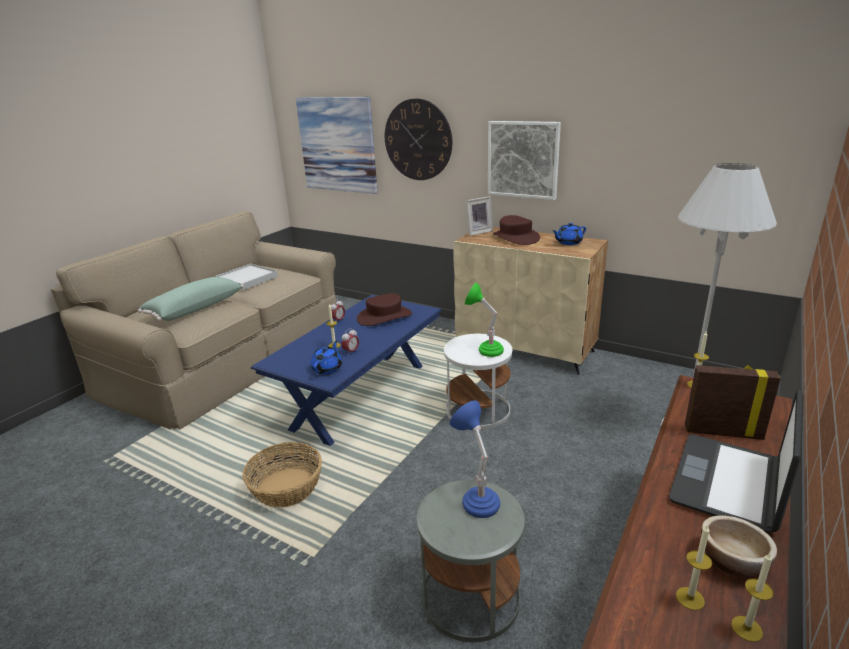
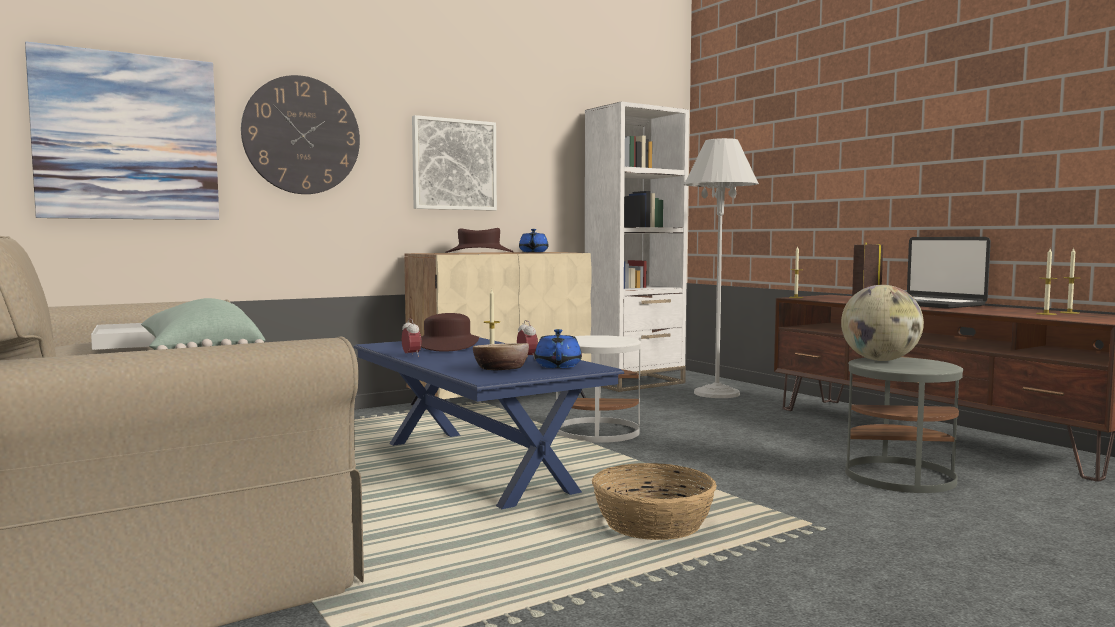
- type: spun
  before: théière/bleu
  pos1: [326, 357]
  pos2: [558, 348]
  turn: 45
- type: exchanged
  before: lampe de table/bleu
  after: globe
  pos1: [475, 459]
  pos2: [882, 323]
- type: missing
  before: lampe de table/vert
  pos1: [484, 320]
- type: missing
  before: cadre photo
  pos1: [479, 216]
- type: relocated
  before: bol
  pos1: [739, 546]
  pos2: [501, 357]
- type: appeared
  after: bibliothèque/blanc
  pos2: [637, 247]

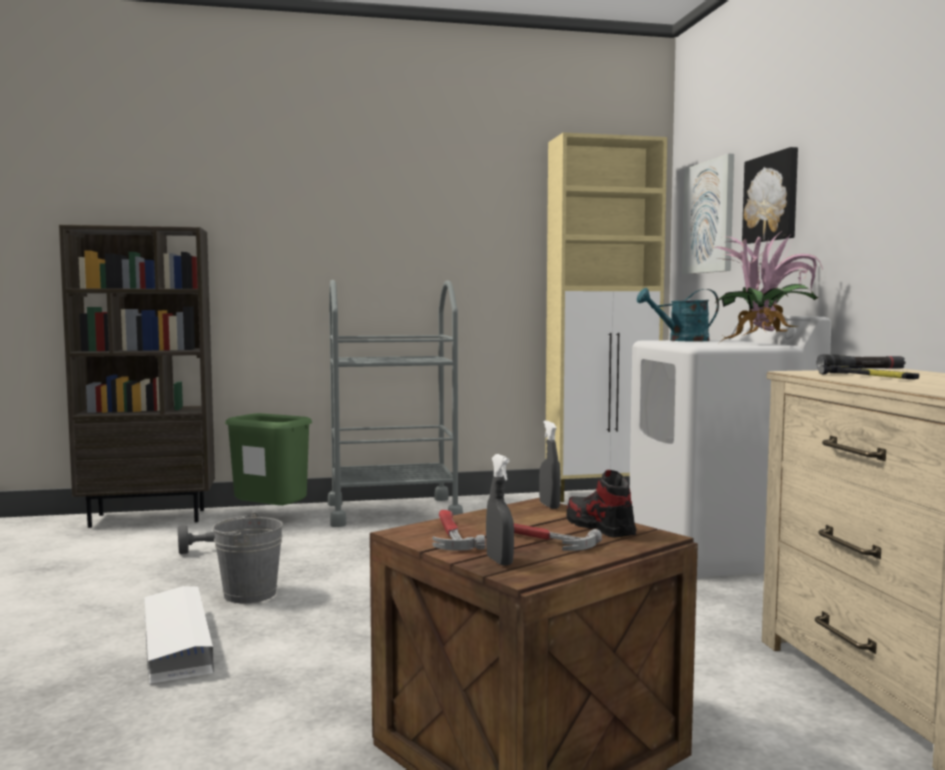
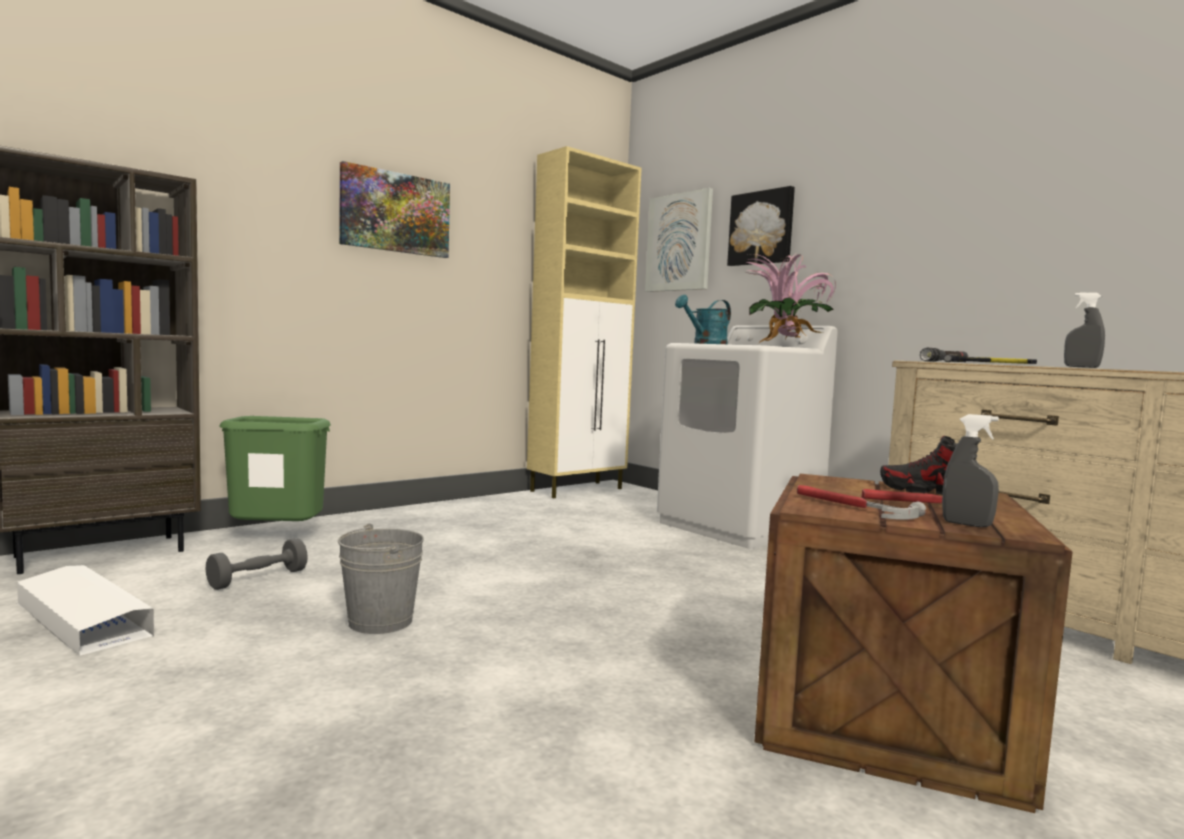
- type: relocated
  before: boîte de rangement/blanc
  pos1: [179, 635]
  pos2: [85, 610]
- type: missing
  before: chariot/gris
  pos1: [395, 403]
- type: relocated
  before: vaporisateur/gris
  pos1: [550, 465]
  pos2: [1084, 330]
- type: appeared
  after: tableau
  pos2: [394, 209]

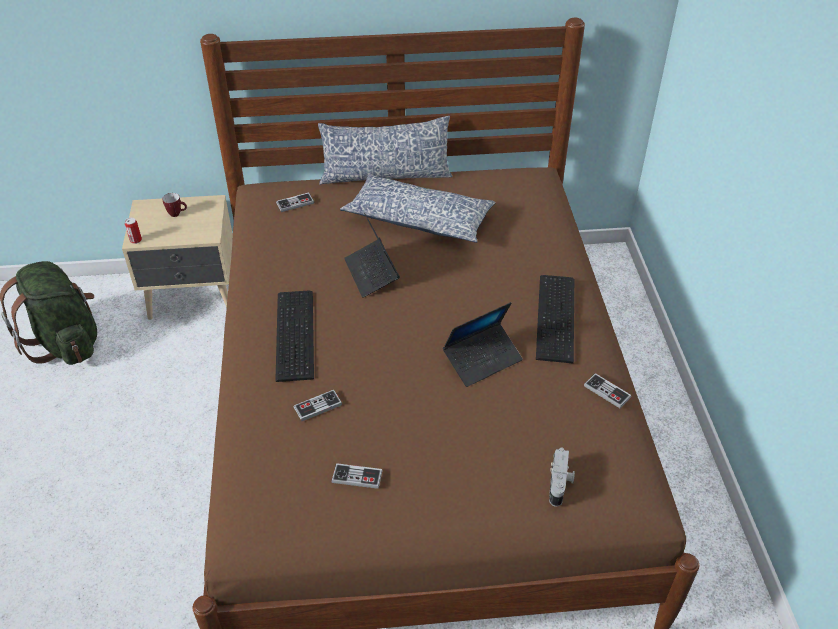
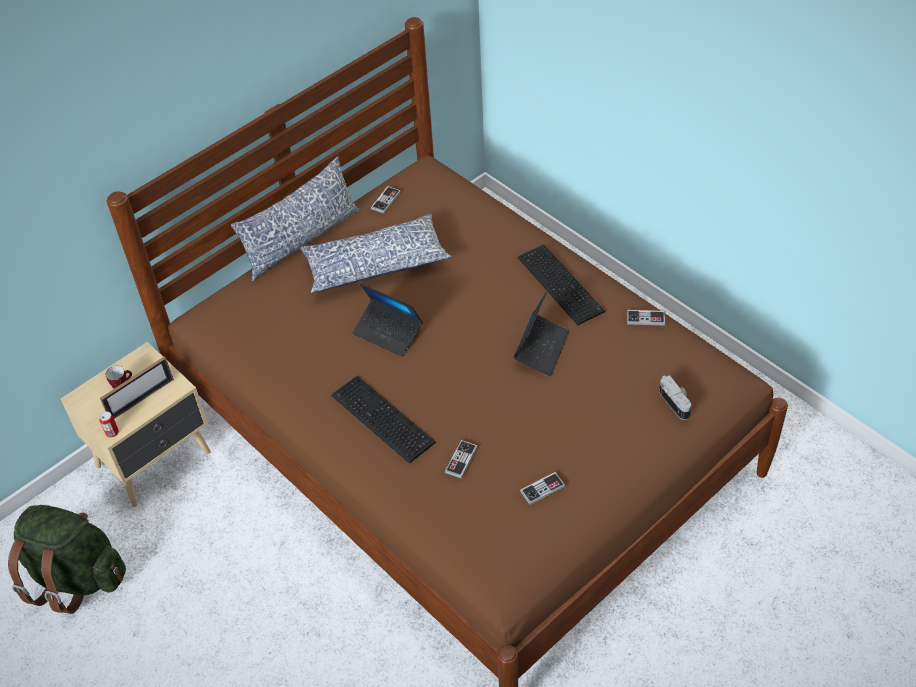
- type: relocated
  before: manette
  pos1: [295, 202]
  pos2: [386, 199]
- type: appeared
  after: cadre photo
  pos2: [137, 387]

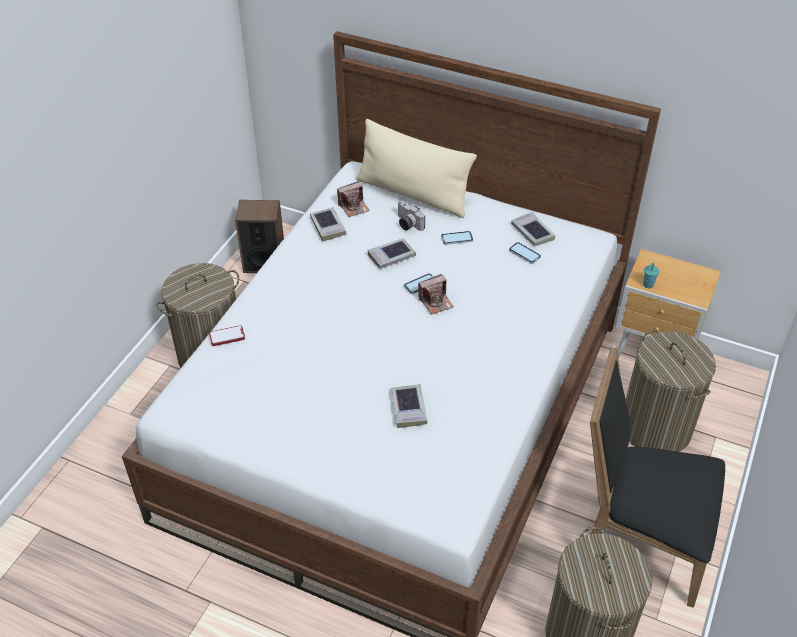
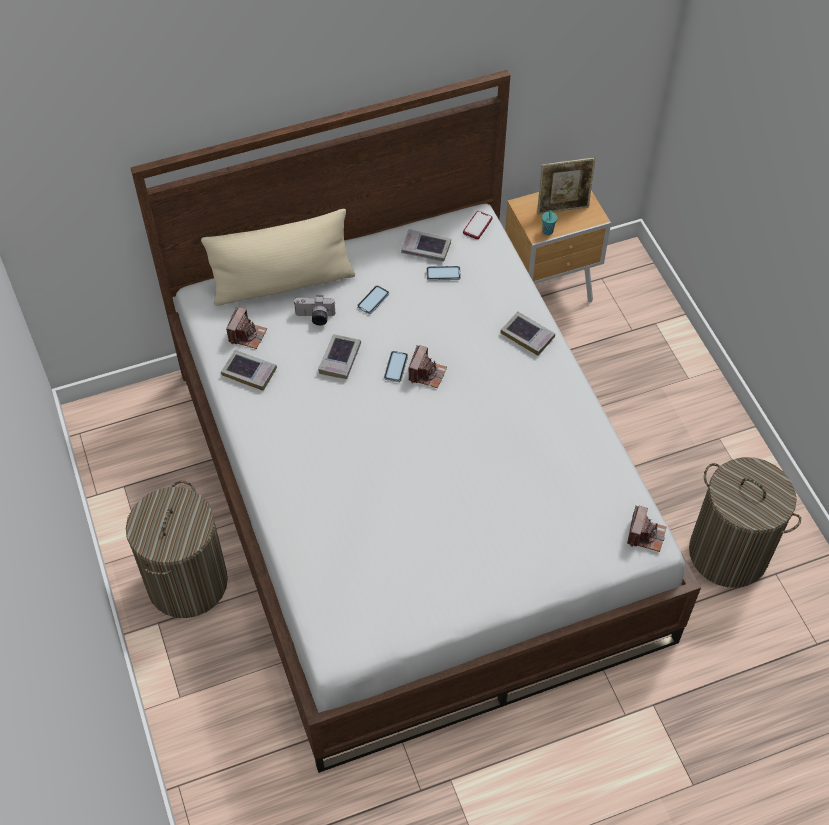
- type: relocated
  before: téléphone
  pos1: [227, 335]
  pos2: [477, 225]
- type: missing
  before: enceinte
  pos1: [259, 236]
- type: relocated
  before: livre
  pos1: [409, 406]
  pos2: [528, 334]
- type: missing
  before: chaise/noir
  pos1: [657, 477]
- type: missing
  before: panier à linge
  pos1: [671, 391]
- type: appeared
  after: cadre photo
  pos2: [566, 186]
- type: appeared
  after: appareil photo
  pos2: [646, 529]

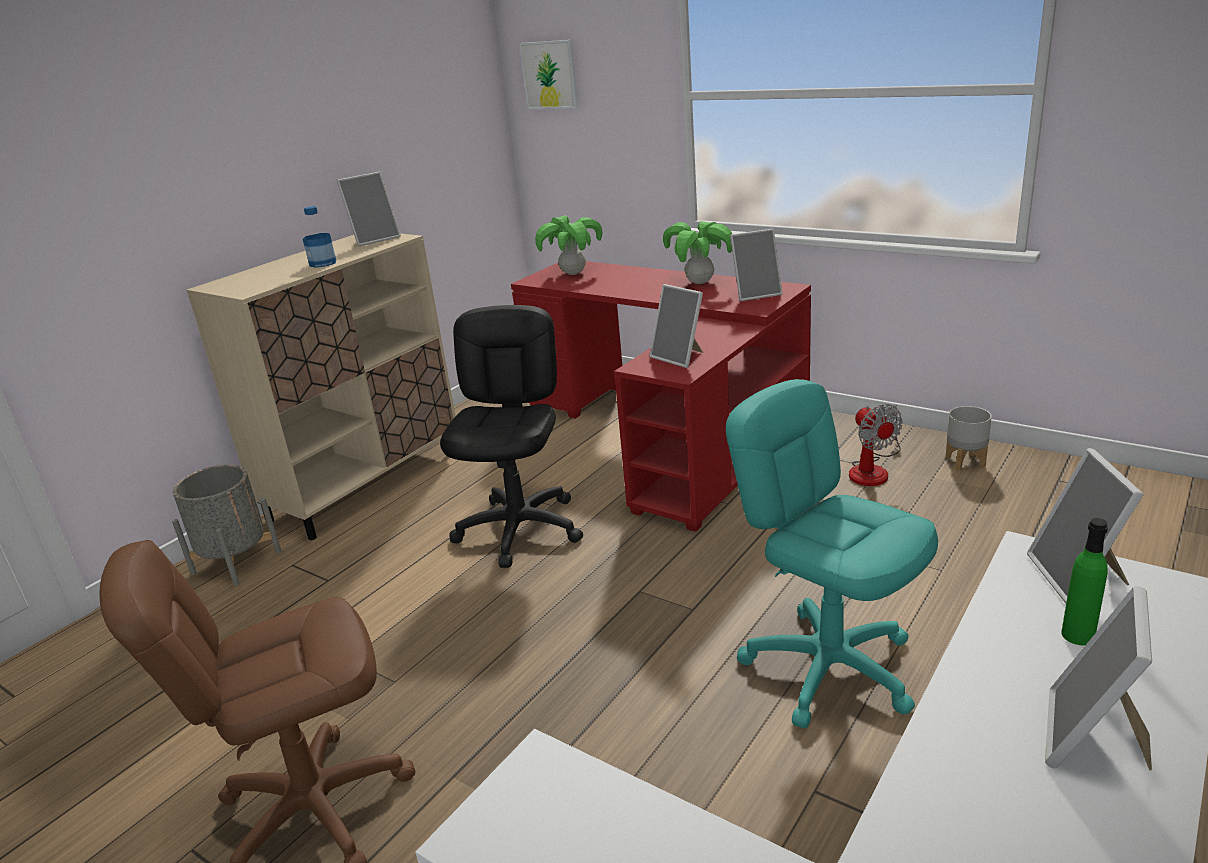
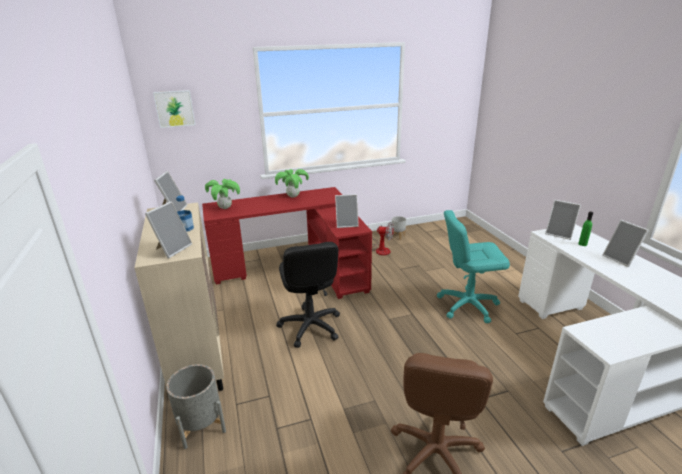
- type: spun
  before: chaise de bureau/noir
  pos1: [511, 436]
  pos2: [308, 295]
  turn: -150
- type: relocated
  before: cadre photo
  pos1: [756, 264]
  pos2: [168, 229]

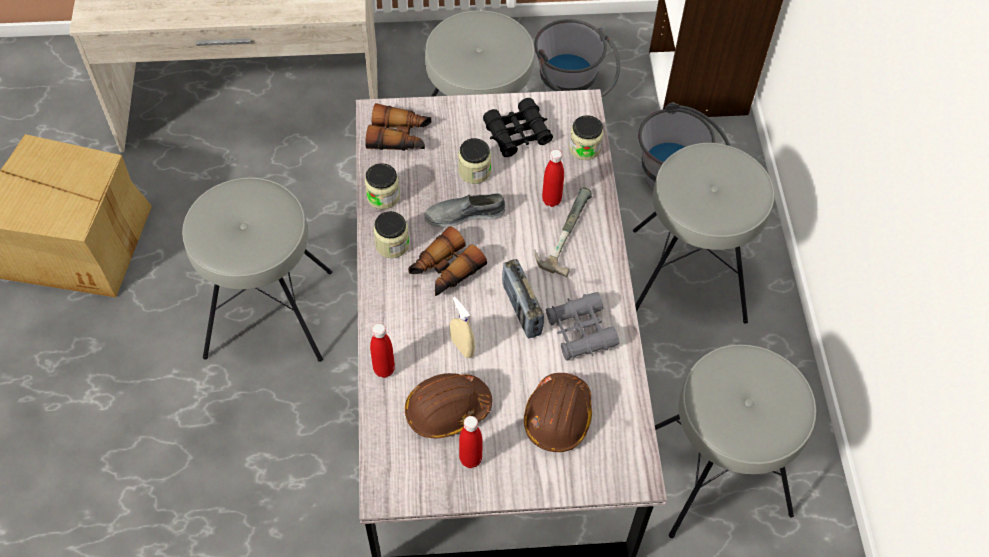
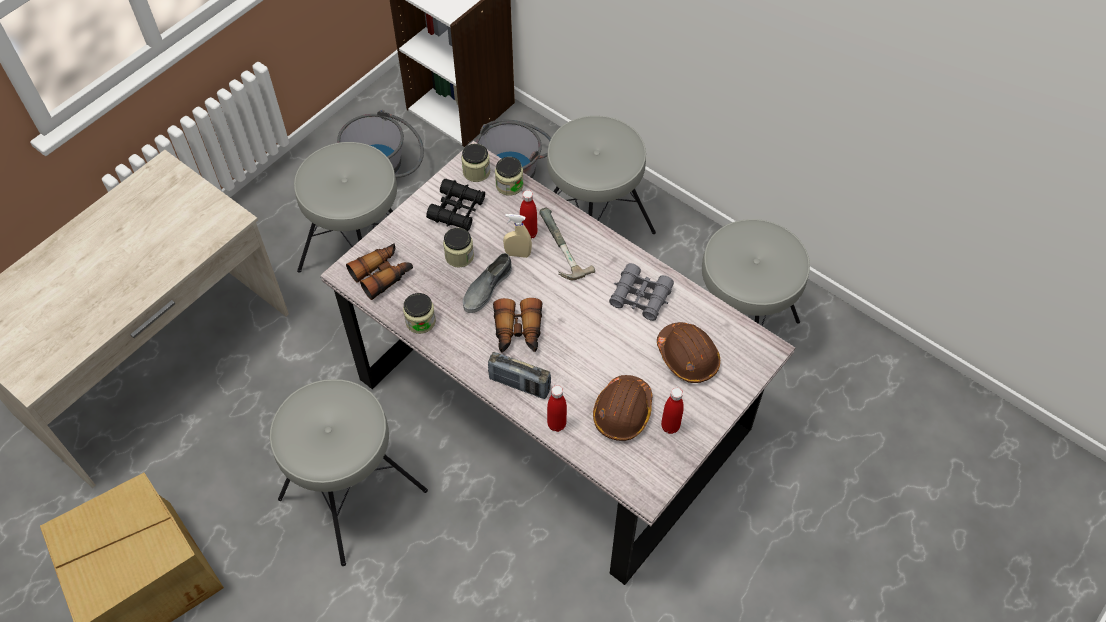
- type: relocated
  before: bocal
  pos1: [391, 234]
  pos2: [475, 163]
- type: relocated
  before: vaporisateur/beige
  pos1: [462, 327]
  pos2: [517, 236]
- type: relocated
  before: radio
  pos1: [523, 298]
  pos2: [519, 375]

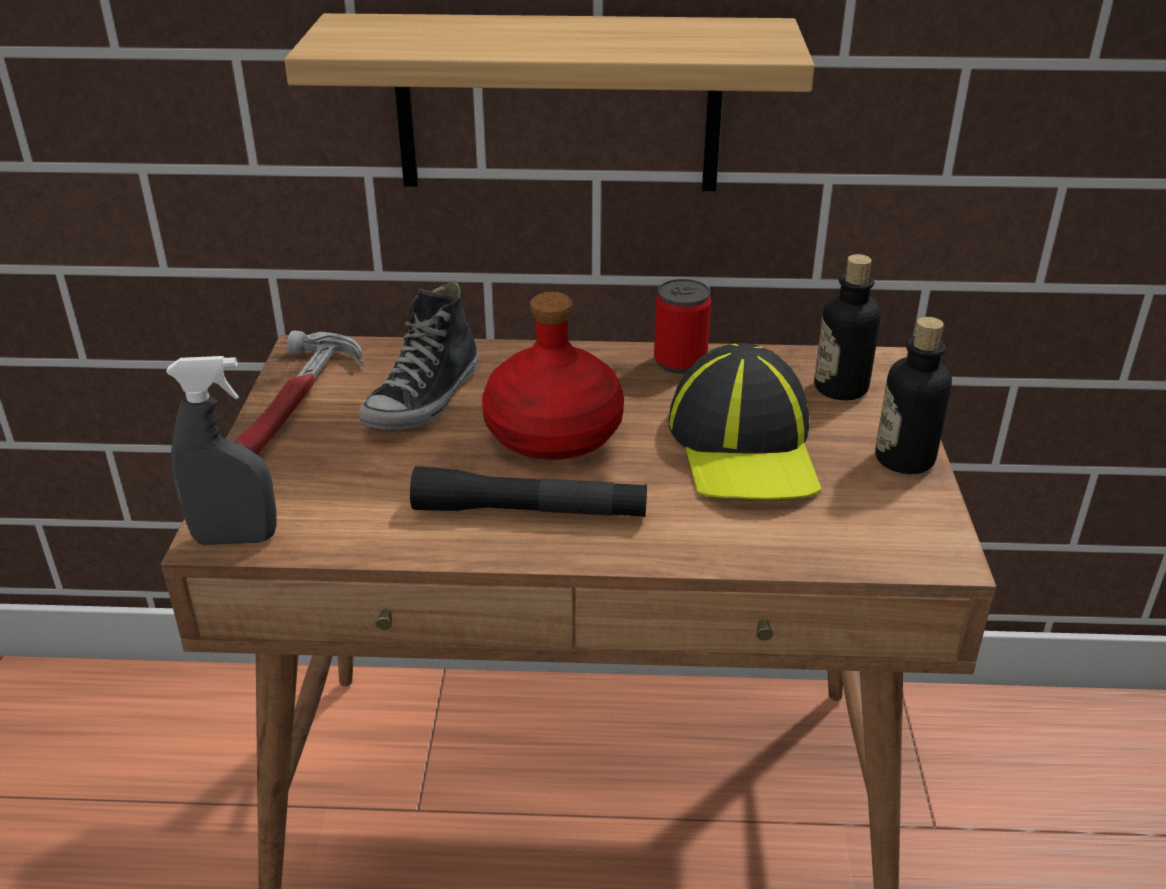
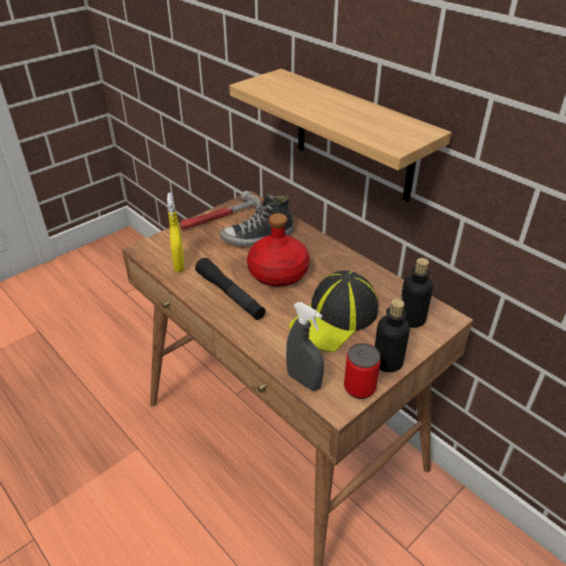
- type: relocated
  before: vaporisateur/gris
  pos1: [221, 450]
  pos2: [305, 346]
- type: relocated
  before: boîte métallique
  pos1: [682, 326]
  pos2: [362, 371]
- type: appeared
  after: vaporisateur/jaune
  pos2: [175, 232]

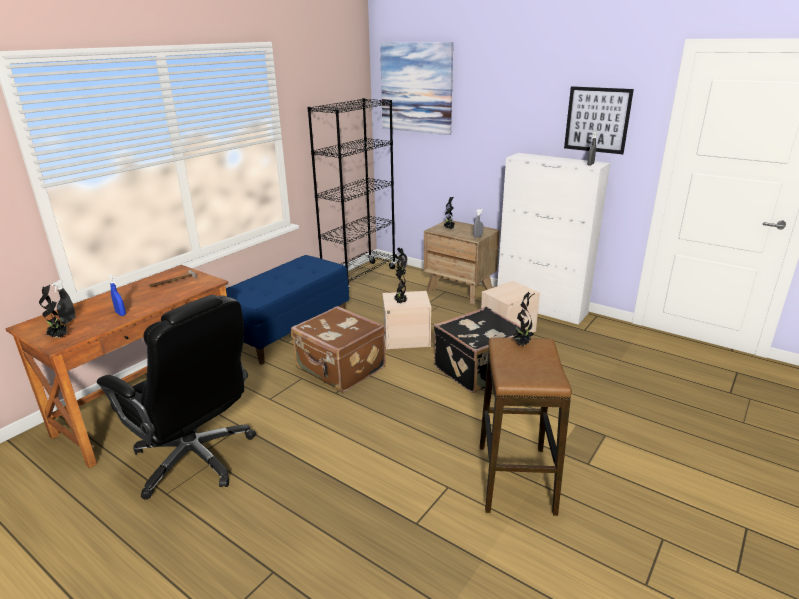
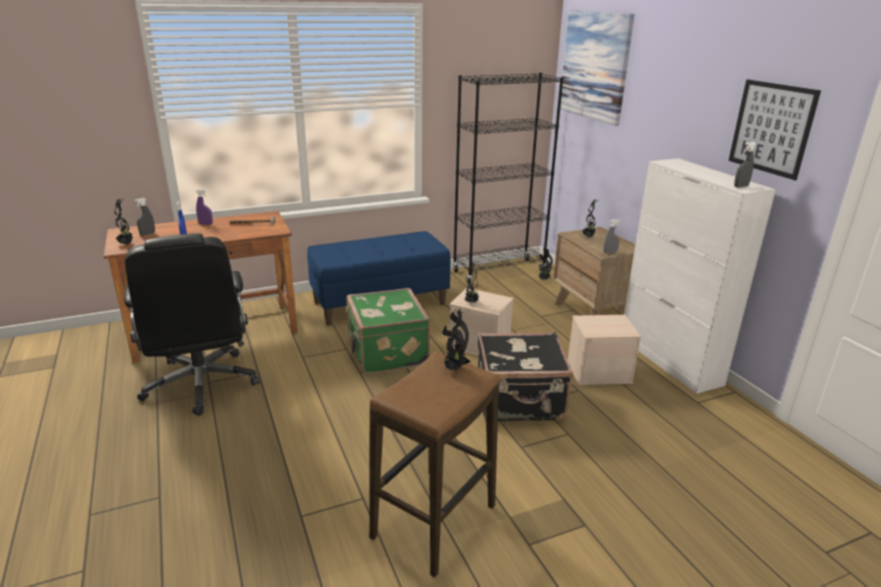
- type: colour
  before: valise/marron
  after: valise/vert
  pos1: [338, 349]
  pos2: [388, 331]
- type: appeared
  after: vaporisateur/violet
  pos2: [204, 207]

